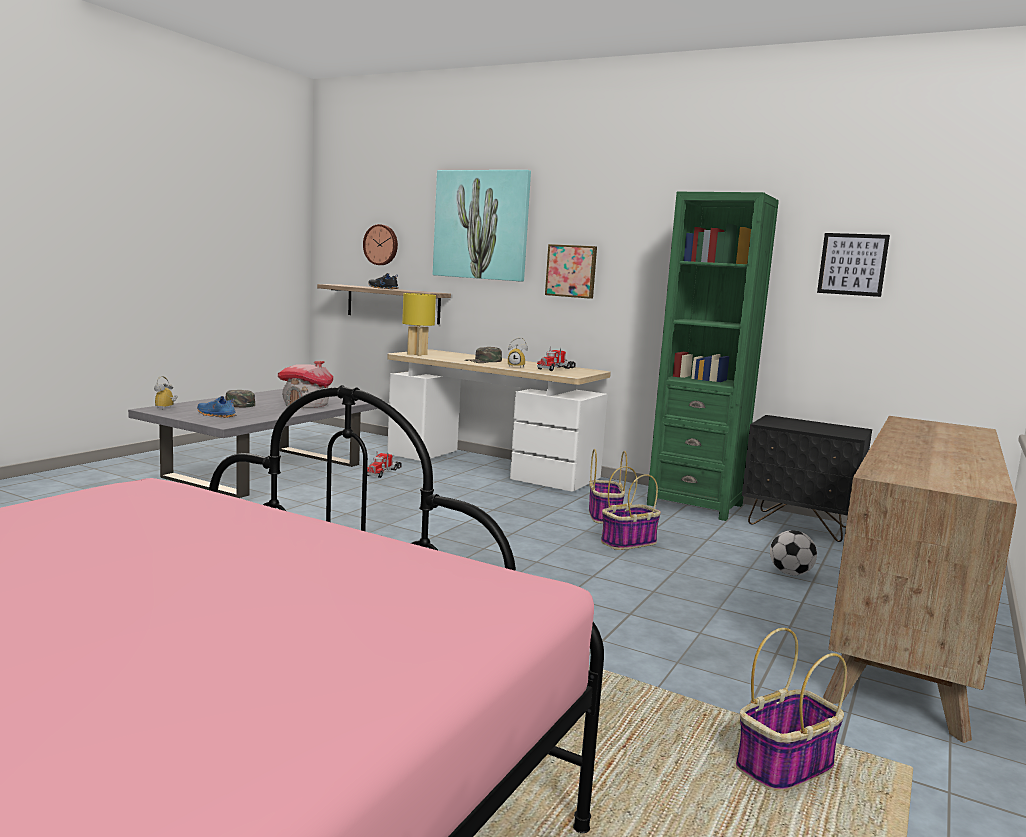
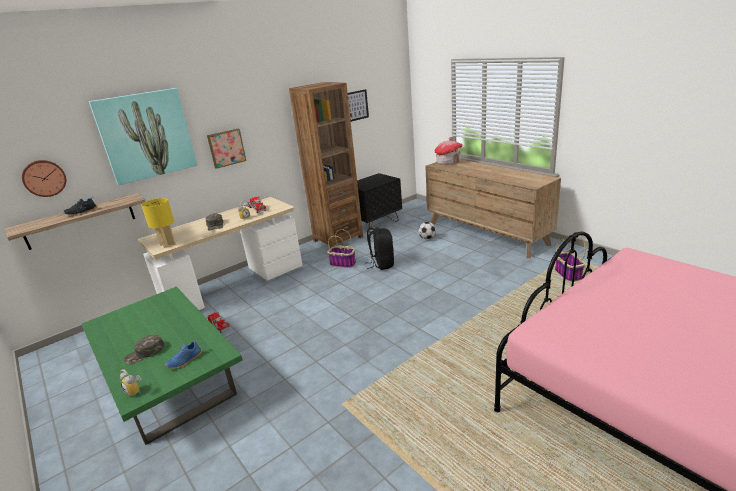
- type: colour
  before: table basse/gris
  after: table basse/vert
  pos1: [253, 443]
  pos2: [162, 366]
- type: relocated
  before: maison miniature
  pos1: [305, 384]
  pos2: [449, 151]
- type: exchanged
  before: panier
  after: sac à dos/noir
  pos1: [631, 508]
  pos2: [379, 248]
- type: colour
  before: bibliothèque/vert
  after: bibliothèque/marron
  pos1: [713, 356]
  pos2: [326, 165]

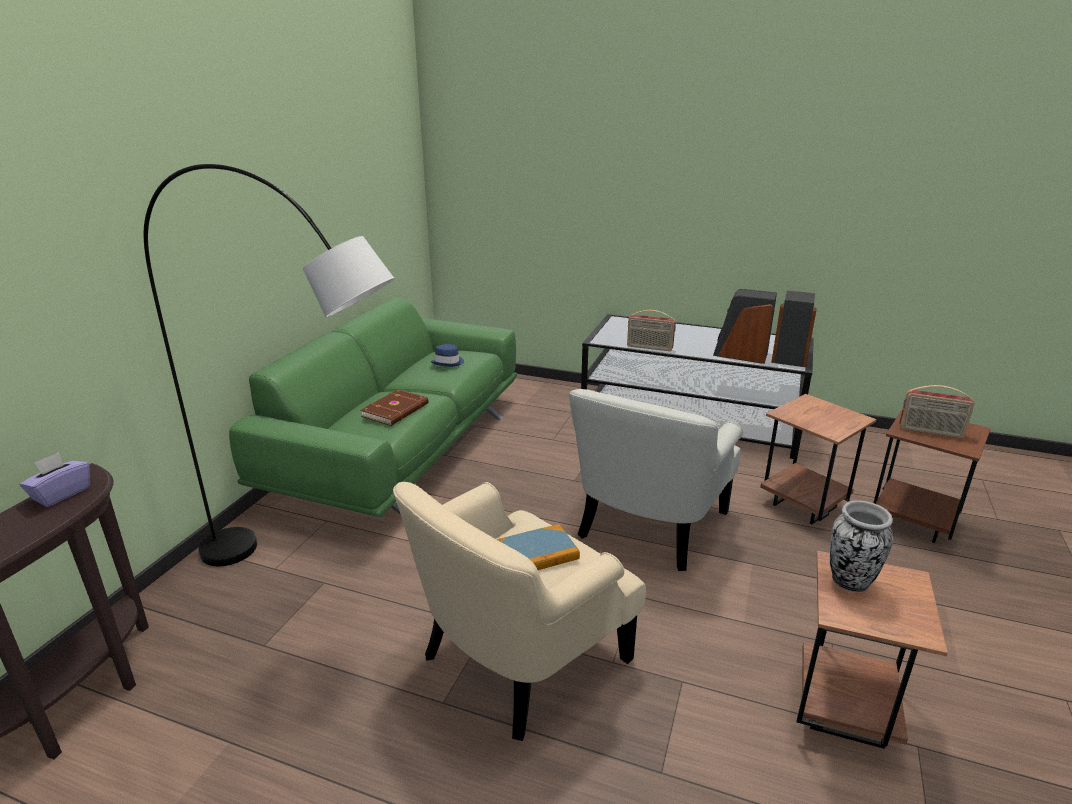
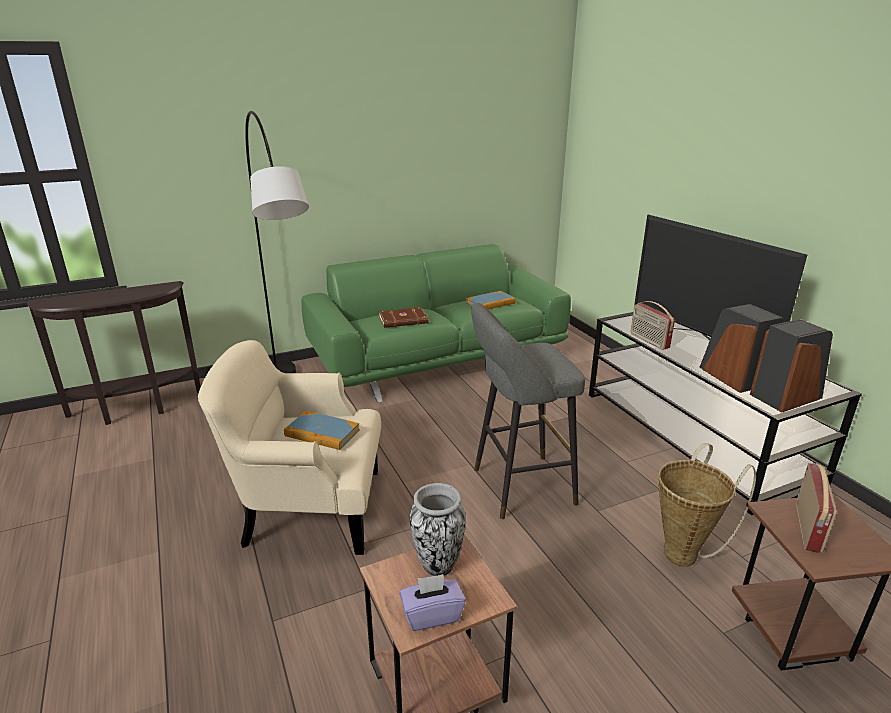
- type: relocated
  before: boîte à mouchoirs/violet
  pos1: [55, 479]
  pos2: [433, 602]
- type: exchanged
  before: chapeau/bleu
  after: livre
  pos1: [447, 355]
  pos2: [491, 300]
- type: exchanged
  before: fauteuil/blanc
  after: tabouret/gris
  pos1: [656, 480]
  pos2: [528, 411]
- type: exchanged
  before: table d'appoint/marron
  after: panier
  pos1: [818, 459]
  pos2: [707, 505]
- type: spun
  before: radio
  pos1: [936, 411]
  pos2: [816, 508]
  turn: -135
- type: appeared
  after: téléviseur
  pos2: [720, 277]

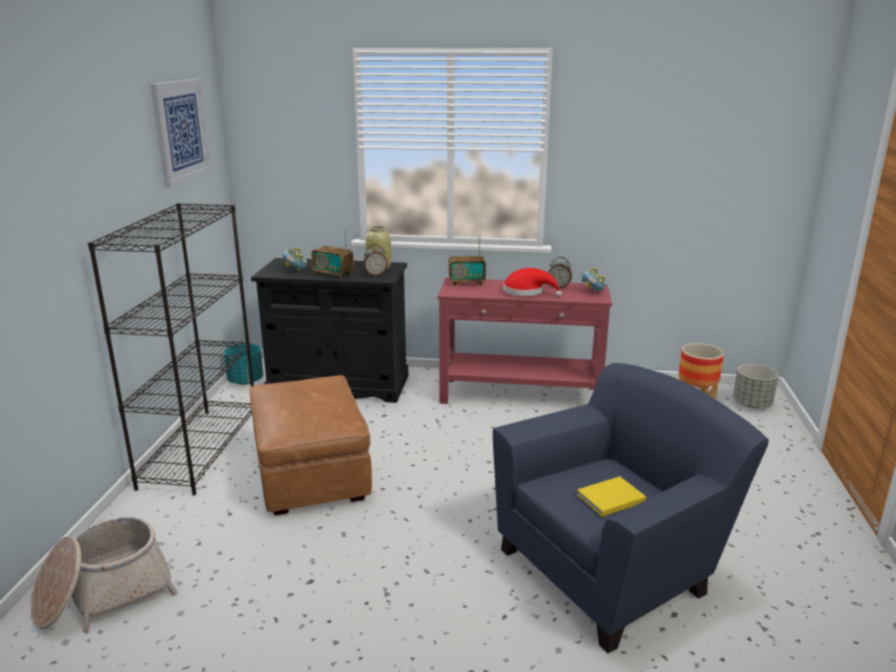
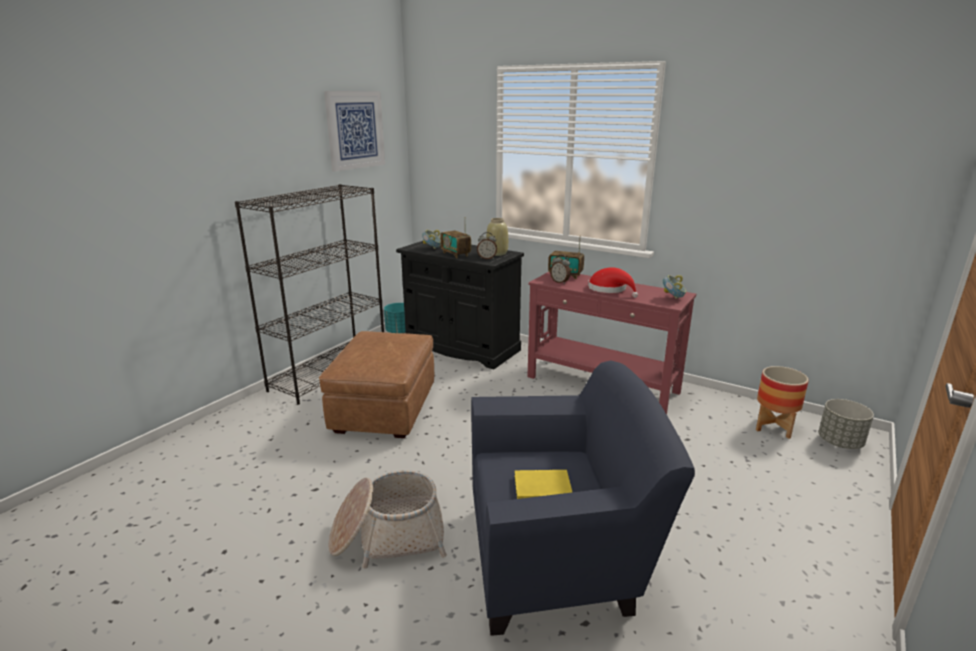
- type: relocated
  before: panier
  pos1: [104, 574]
  pos2: [388, 519]
- type: relocated
  before: réveil
  pos1: [560, 272]
  pos2: [560, 269]

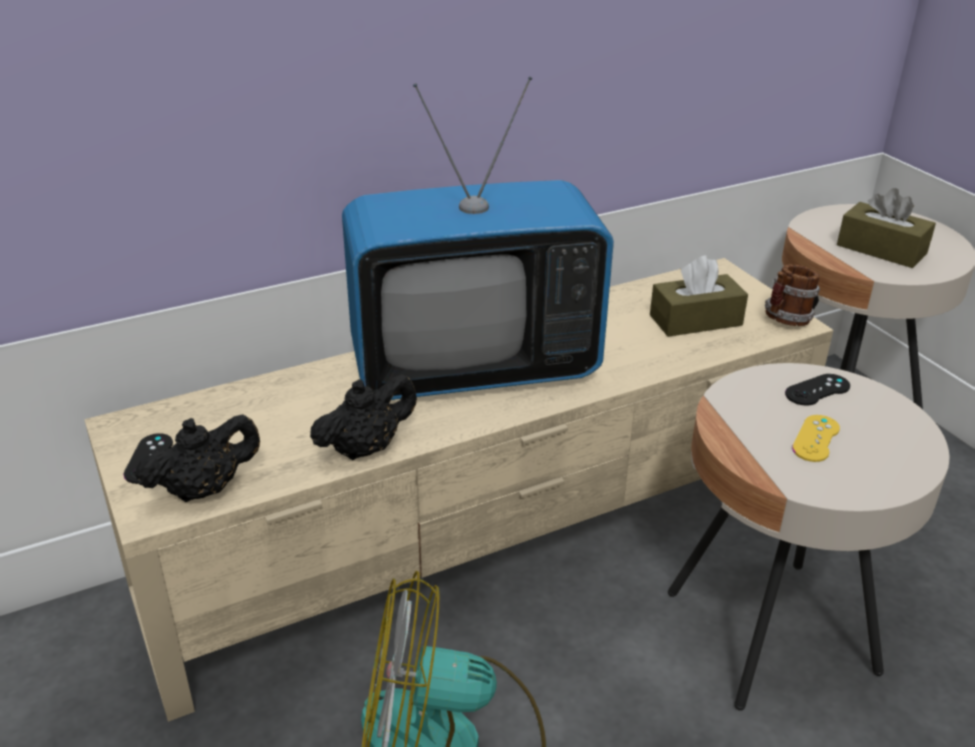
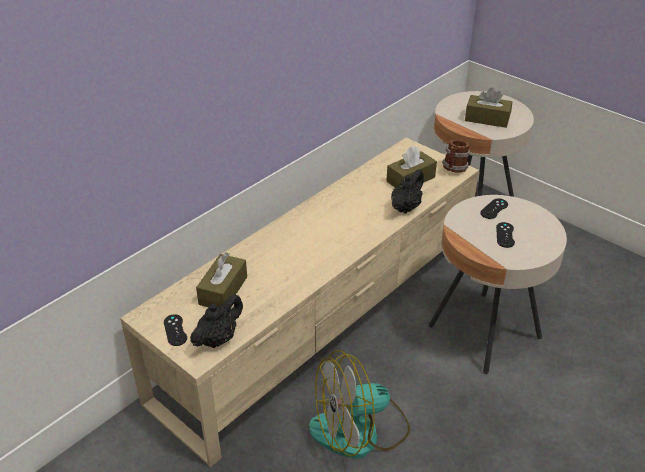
- type: relocated
  before: théière/noir
  pos1: [363, 417]
  pos2: [407, 191]
- type: missing
  before: téléviseur
  pos1: [478, 238]
- type: colour
  before: manette/jaune
  after: manette/noir
  pos1: [816, 438]
  pos2: [505, 235]
- type: appeared
  after: boîte à mouchoirs/marron
  pos2: [221, 279]

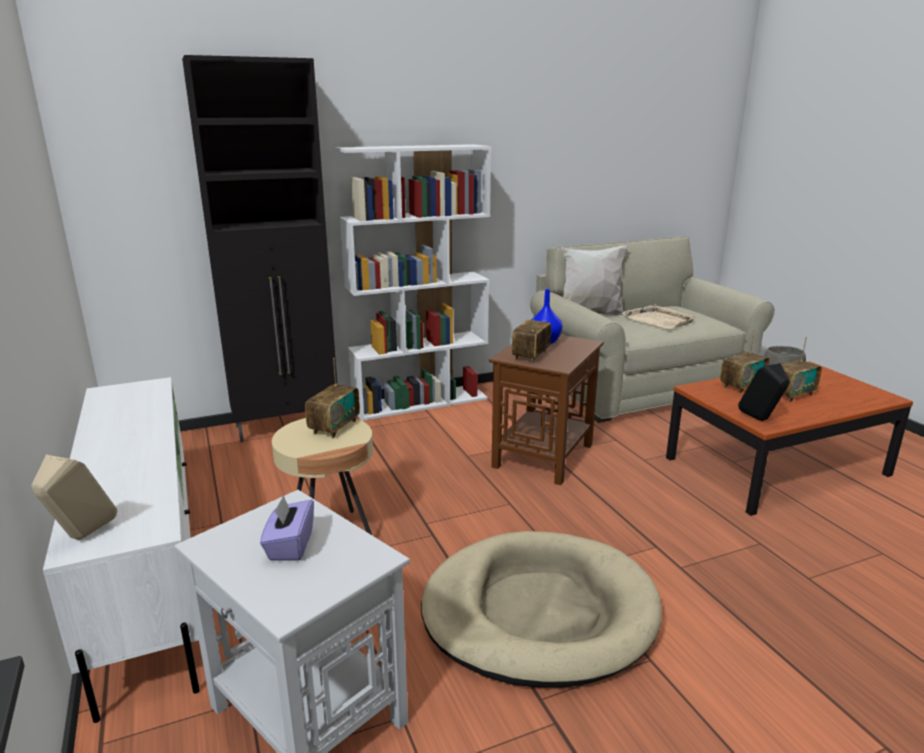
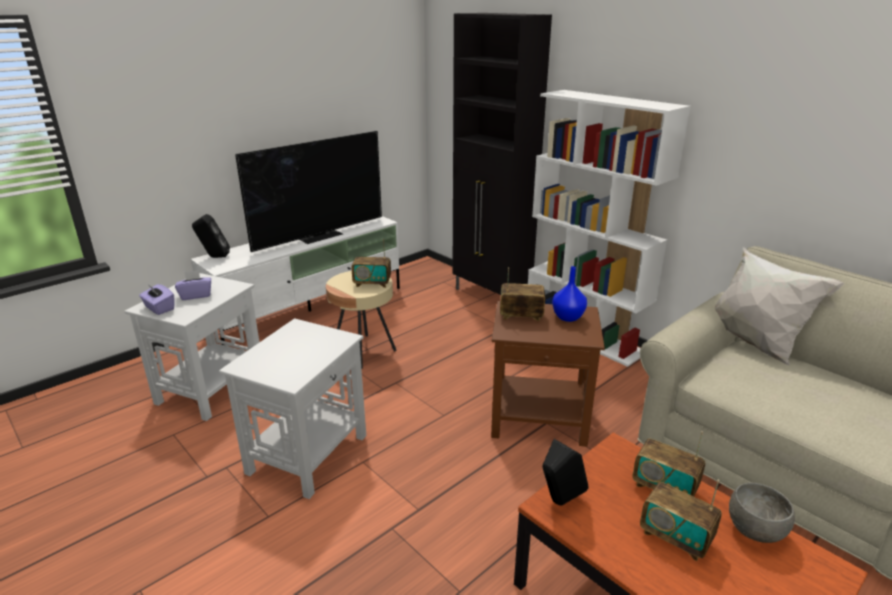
- type: colour
  before: enceinte/beige
  after: enceinte/noir
  pos1: [74, 497]
  pos2: [211, 236]
- type: exchanged
  before: panier pour chien/beige
  after: table d'appoint/blanc
  pos1: [541, 609]
  pos2: [292, 408]
- type: missing
  before: plateau/beige
  pos1: [659, 316]
- type: appeared
  after: boîte à mouchoirs/violet
  pos2: [157, 299]
- type: appeared
  after: téléviseur
  pos2: [309, 191]

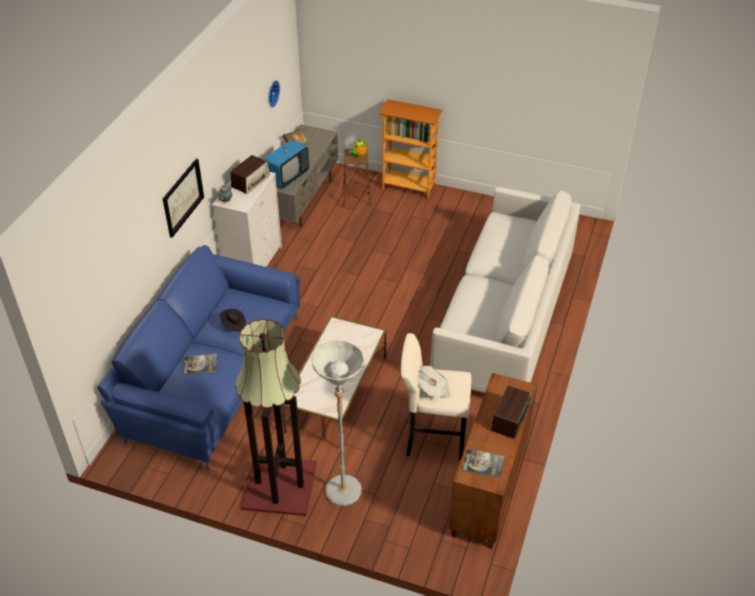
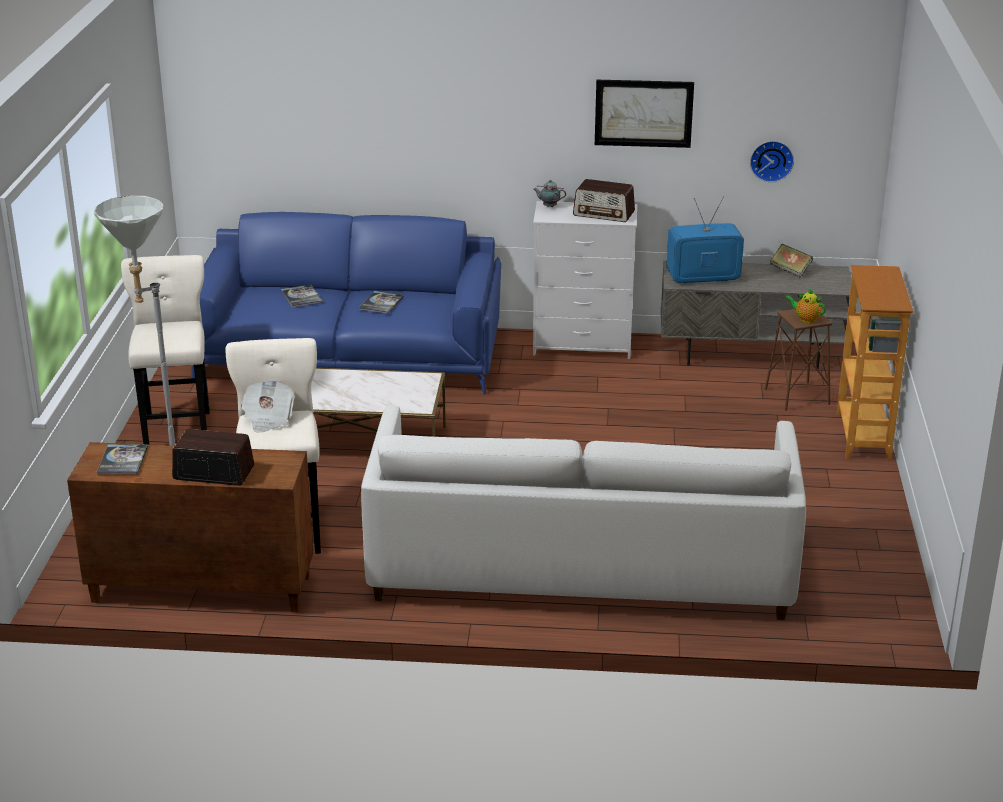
- type: relocated
  before: tableau
  pos1: [183, 198]
  pos2: [644, 114]
- type: exchanged
  before: chapeau/noir
  after: livre
  pos1: [233, 320]
  pos2: [381, 302]
- type: exchanged
  before: lampadaire
  after: tabouret/beige
  pos1: [276, 417]
  pos2: [165, 350]
- type: spun
  before: téléviseur
  pos1: [287, 159]
  pos2: [705, 239]
  turn: 150

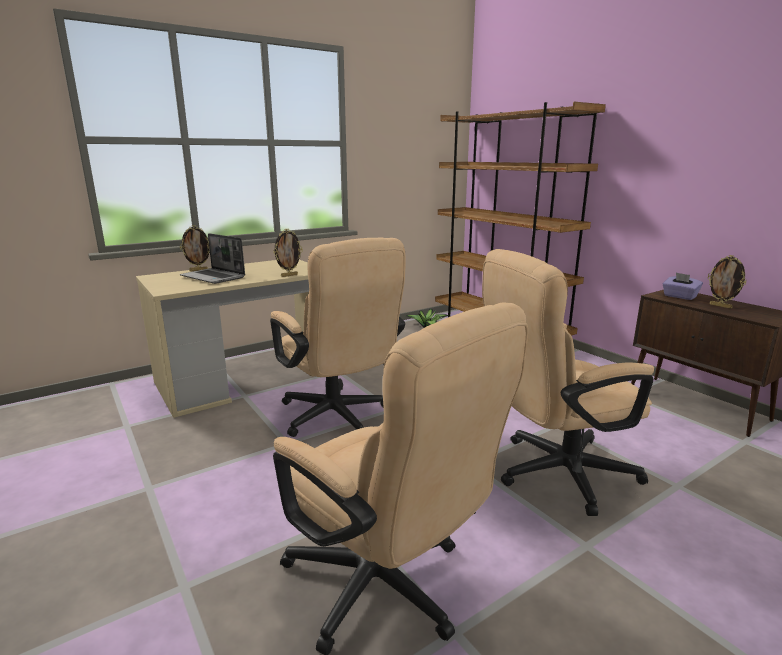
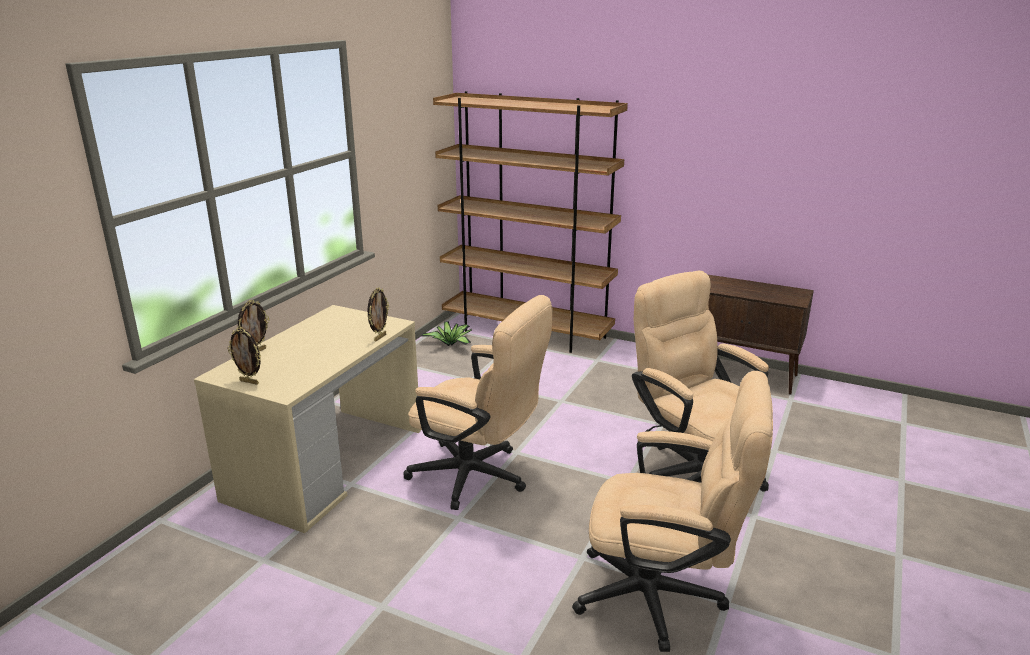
- type: missing
  before: ordinateur portable
  pos1: [212, 258]
- type: spun
  before: chaise de bureau/beige
  pos1: [568, 382]
  pos2: [700, 381]
  turn: 105
- type: missing
  before: boîte à mouchoirs/violet
  pos1: [683, 286]
- type: relocated
  before: cadre photo
  pos1: [727, 282]
  pos2: [244, 356]

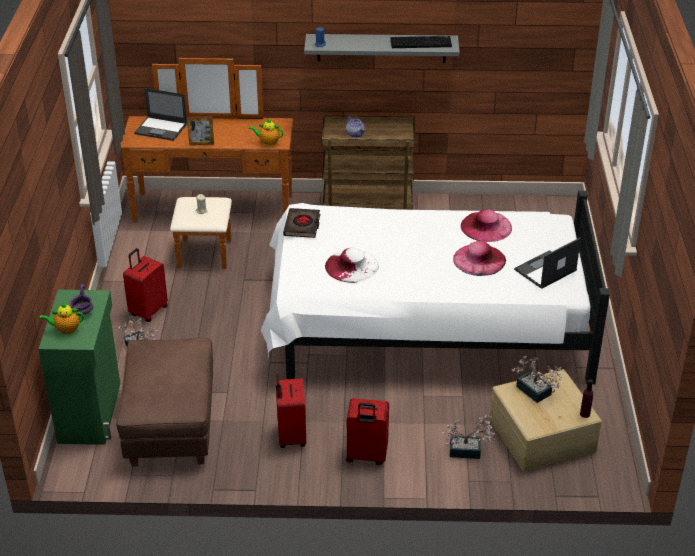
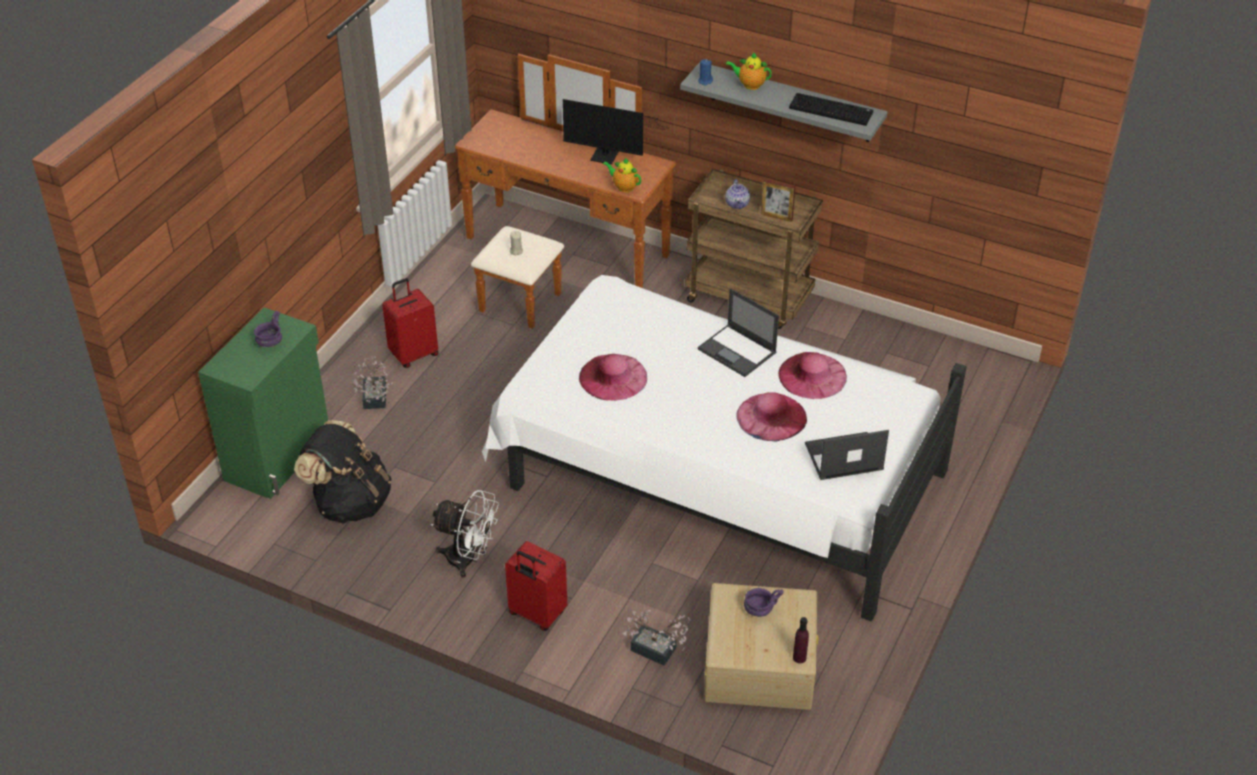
- type: relocated
  before: théière
  pos1: [61, 318]
  pos2: [749, 71]
- type: exchanged
  before: pouf/marron
  after: sac à dos/noir
  pos1: [164, 402]
  pos2: [342, 472]
- type: relocated
  before: ordinateur portable
  pos1: [160, 114]
  pos2: [738, 332]
- type: relocated
  before: cadre photo
  pos1: [200, 130]
  pos2: [778, 200]
- type: exchanged
  before: valise/rouge
  after: ventilateur/blanc
  pos1: [291, 411]
  pos2: [465, 534]
- type: missing
  before: livre/noir
  pos1: [301, 223]
- type: colour
  before: chapeau/blanc
  after: chapeau/rose
  pos1: [352, 265]
  pos2: [613, 377]
- type: exchanged
  before: plante en pot
  after: bol/violet
  pos1: [538, 379]
  pos2: [764, 602]
- type: appeared
  after: écran d'ordinateur
  pos2: [616, 132]

